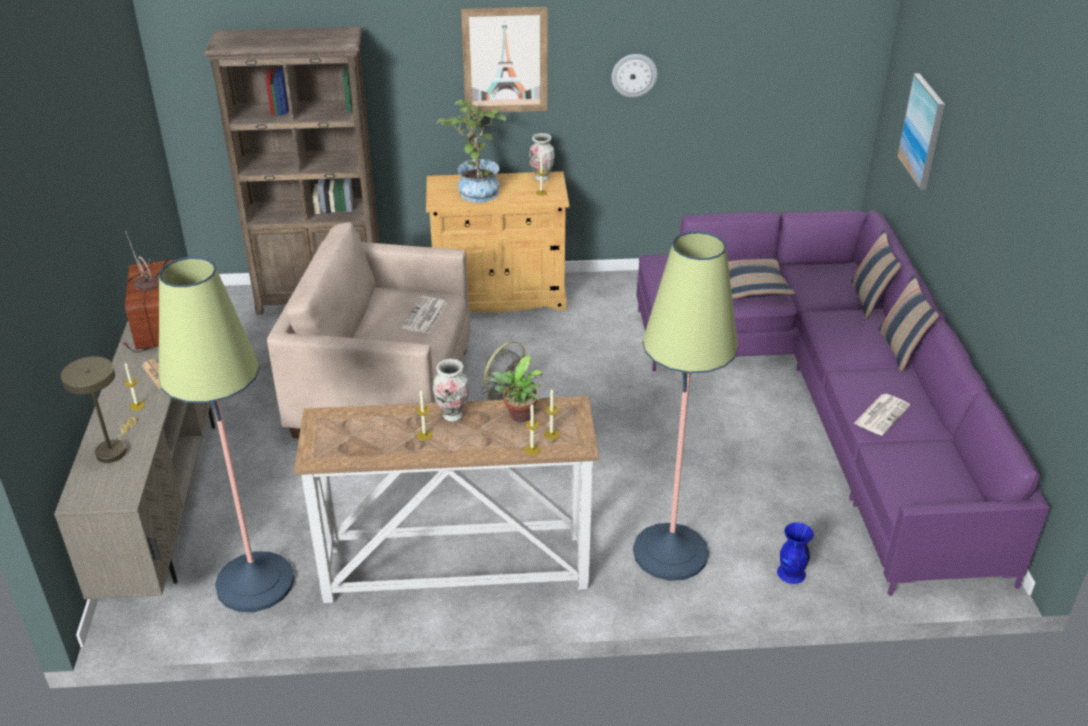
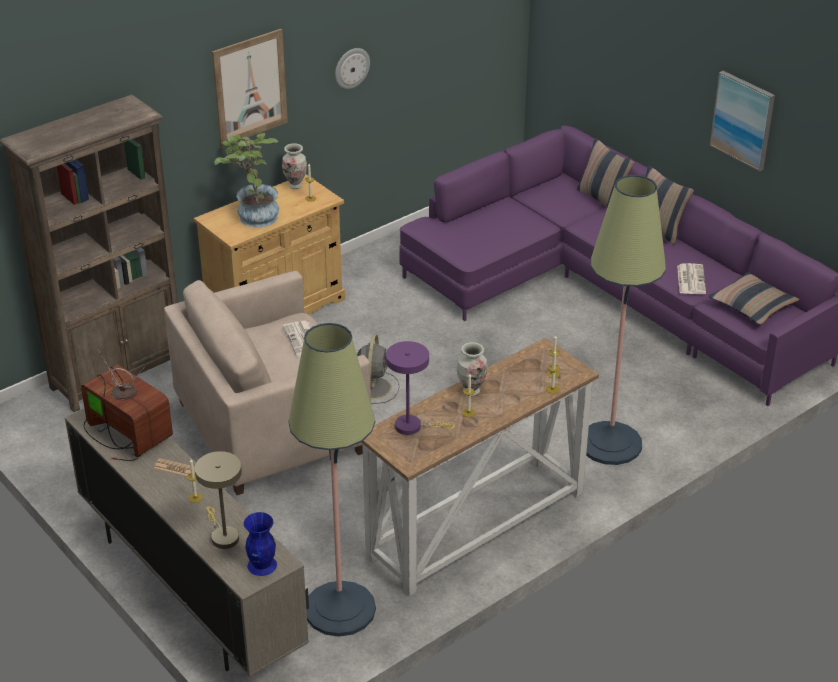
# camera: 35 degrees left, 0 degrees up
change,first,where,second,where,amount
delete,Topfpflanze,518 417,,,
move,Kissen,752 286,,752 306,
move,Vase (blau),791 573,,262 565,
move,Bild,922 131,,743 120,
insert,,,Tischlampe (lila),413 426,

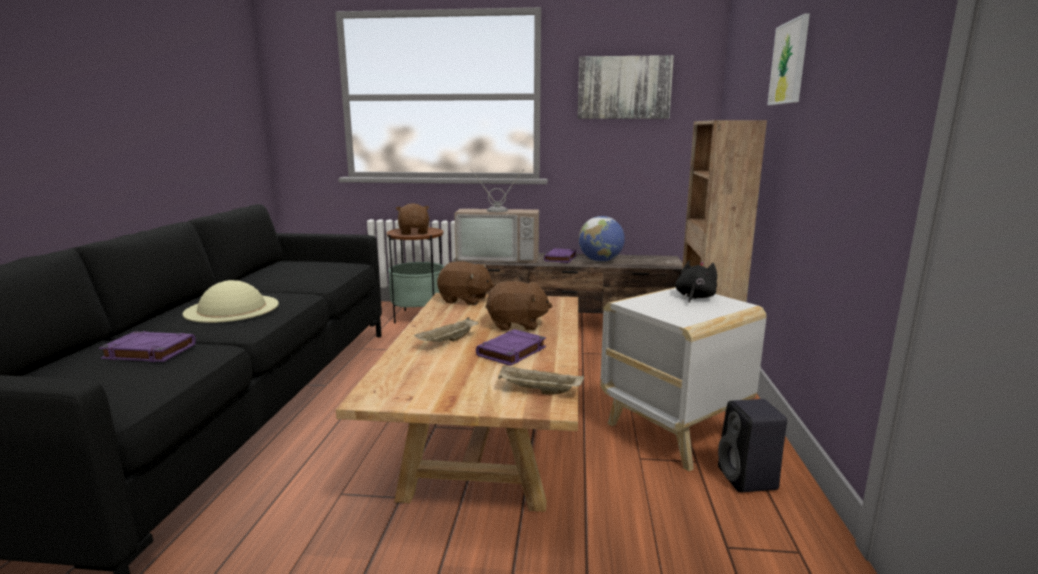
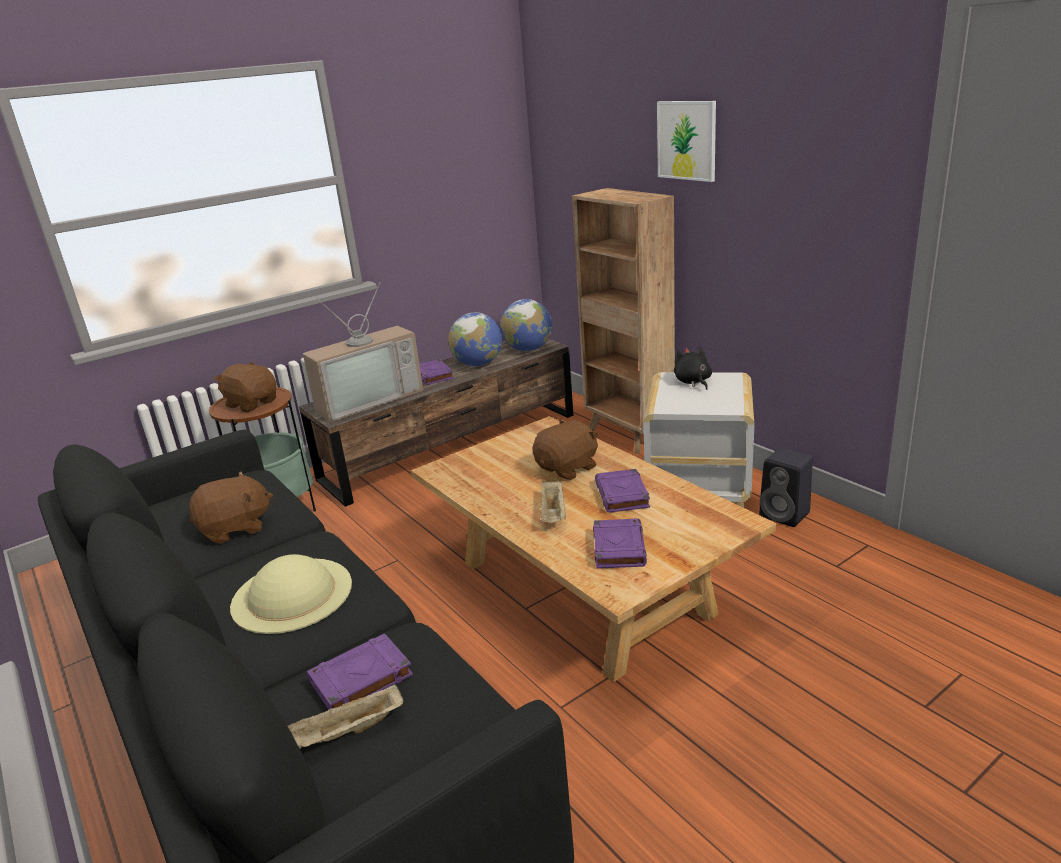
# camera: 40 degrees left, 10 degrees up
change,first,where,second,where,amount
move,Plüschtier (braun),465 300,,235 528,
move,Tablett (beige),538 391,,348 733,
delete,Bild,624 88,,,
insert,,,Globus,528 349,
insert,,,Buch (lila),618 547,

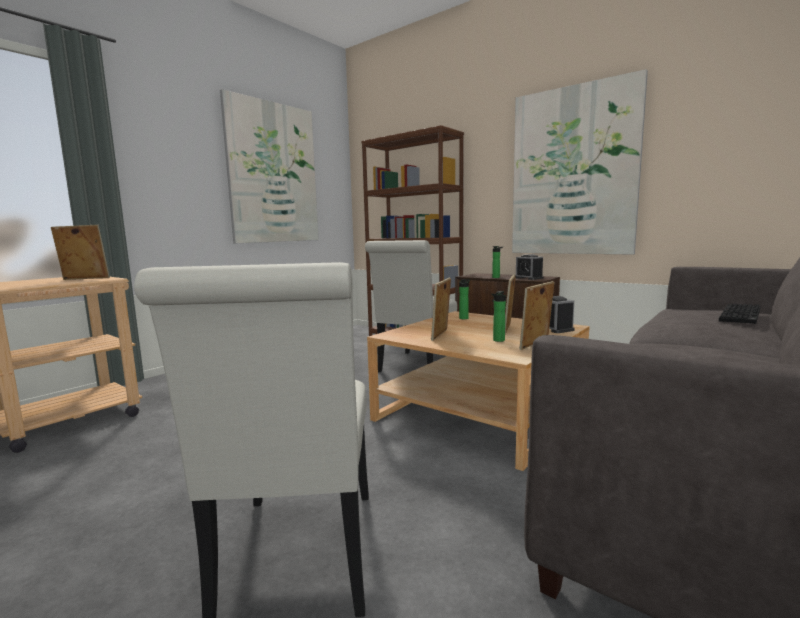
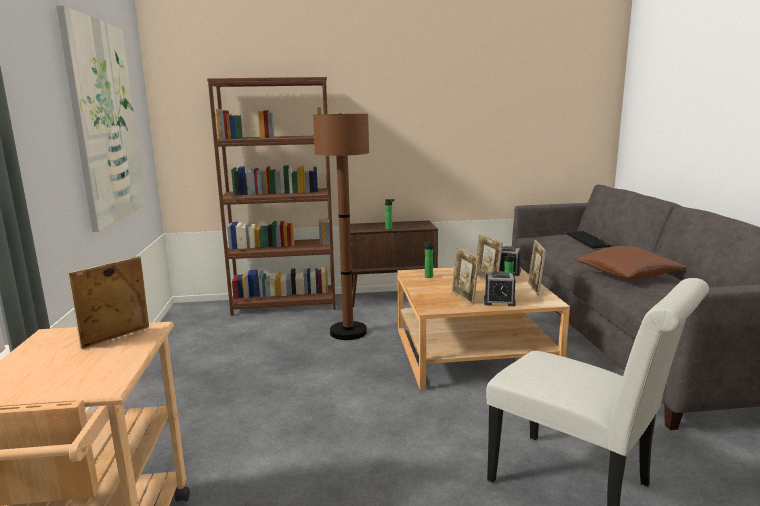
# camera: 45 degrees left, 5 degrees up
change,first,where,second,where,amount
replace,Stuhl (weiß),415 366,Stehlampe (braun),348 332,
delete,Bild,573 172,,,
move,Wecker,528 278,,499 302,
insert,,,Kissen (braun),628 275,

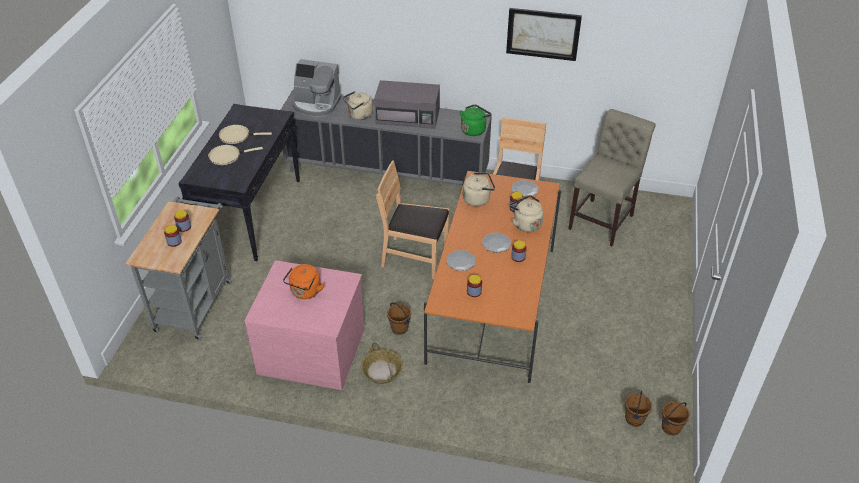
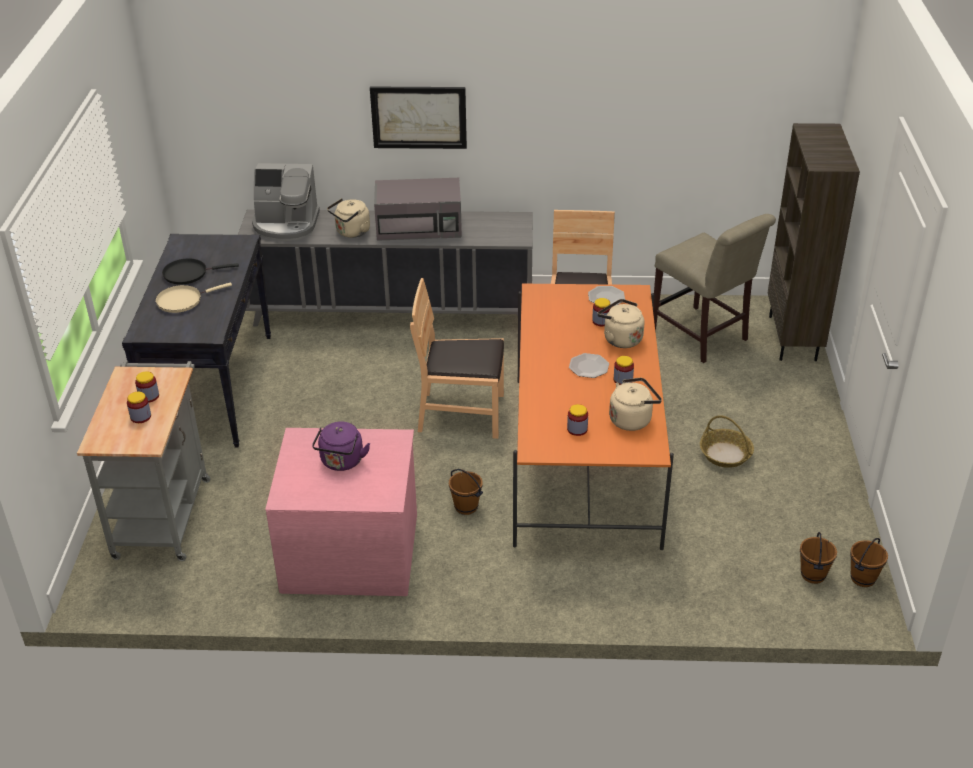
# camera: 10 degrees left, 5 degrees down
change,first,where,second,where,amount
recolor,Pfanne (beige),237 136,Pfanne (schwarz),188 274,
recolor,Wasserkessel (orange),305 292,Wasserkessel (lila),341 462,
move,Korb,382 371,,725 454,
delete,Teller,460 261,,,
delete,Wasserkessel (grün),474 129,,,
move,Wasserkessel (beige),478 199,,632 419,
move,Bild,543 34,,419 117,
rotate,Stuhl (beige),603 220,,702 337,120 degrees clockwise
insert,,,Bücherregal (braun),793 338,

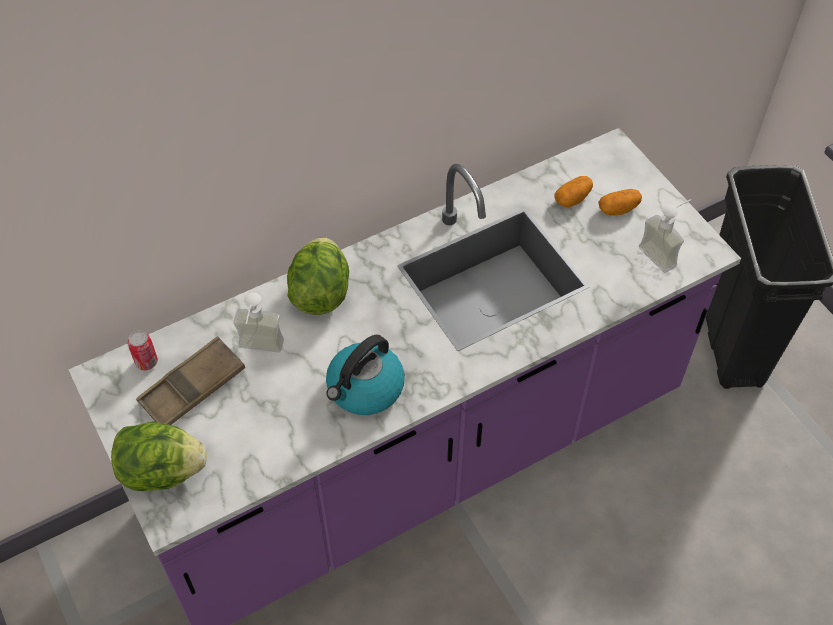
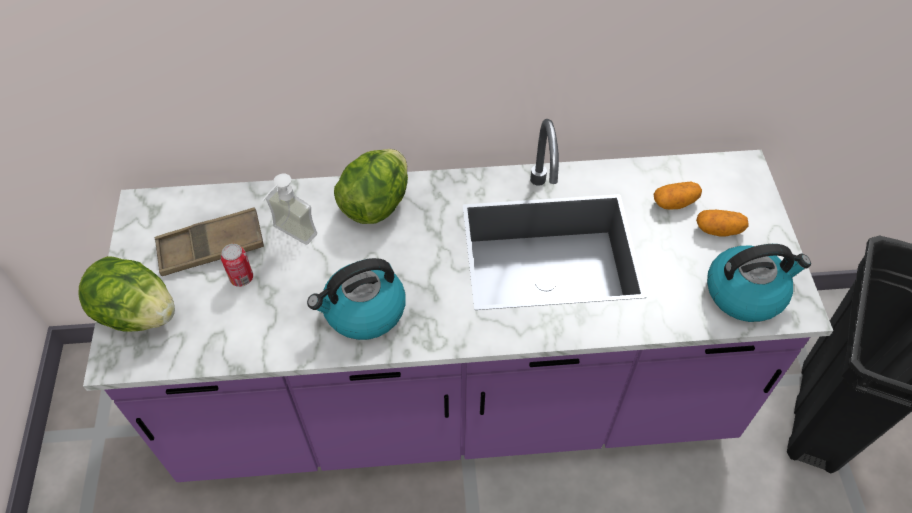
# camera: 25 degrees right, 0 degrees up
change,first,where,second,where,amount
move,Dose,146 362,,241 278,
replace,Seifenspender,663 253,Wasserkessel,746 292,

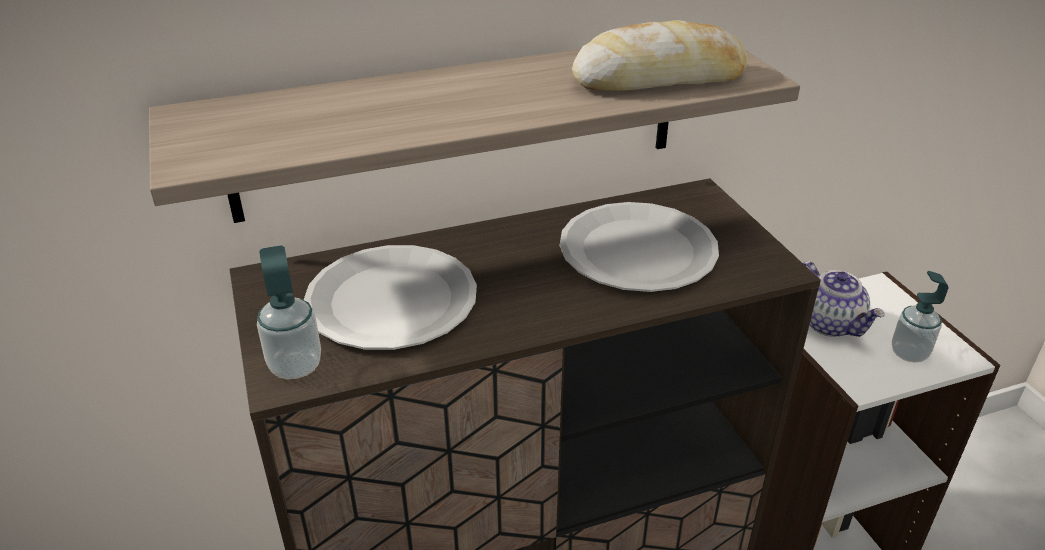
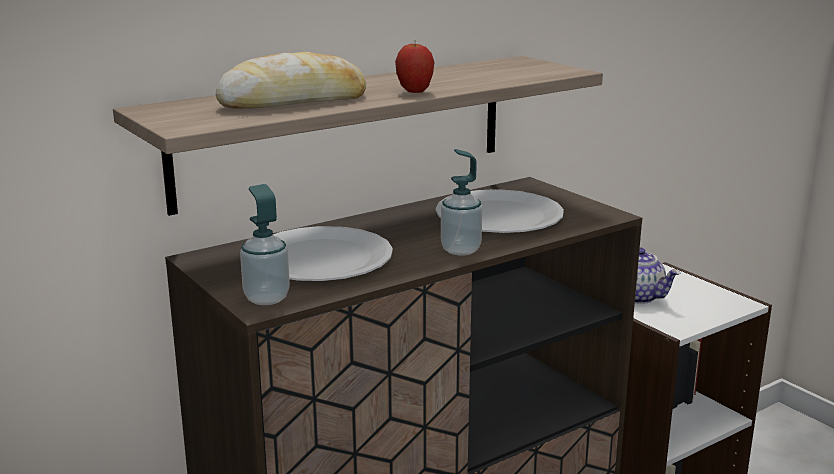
# camera: 15 degrees left, 15 degrees down
change,first,where,second,where,amount
move,Brot,659 78,,294 101,
move,Seifenspender,909 353,,460 250,
insert,,,Apfel,414 92,

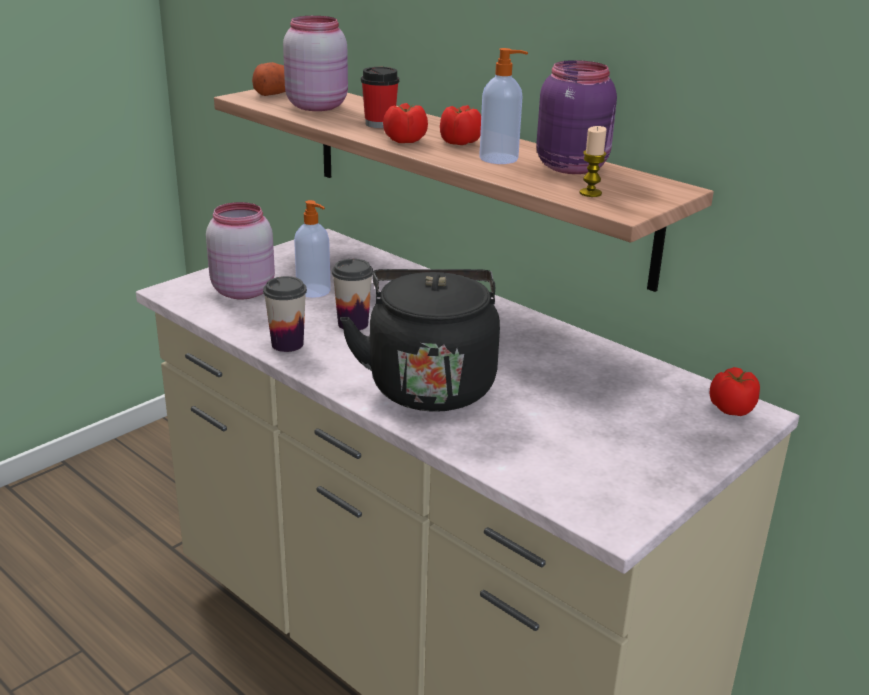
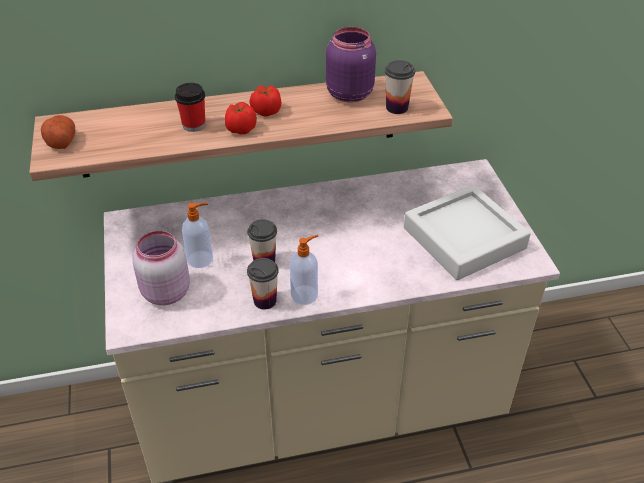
# camera: 55 degrees left, 15 degrees up
change,first,where,second,where,amount
delete,Vorratsglas (rosa),317 105,,,
delete,Wasserkessel (schwarz),430 384,,,
move,Seifenspender,500 159,,305 294,
replace,Kerze,590 193,Tasse,397 108,
delete,Tomate,732 408,,,
insert,,,Tablett (grau),464 238,

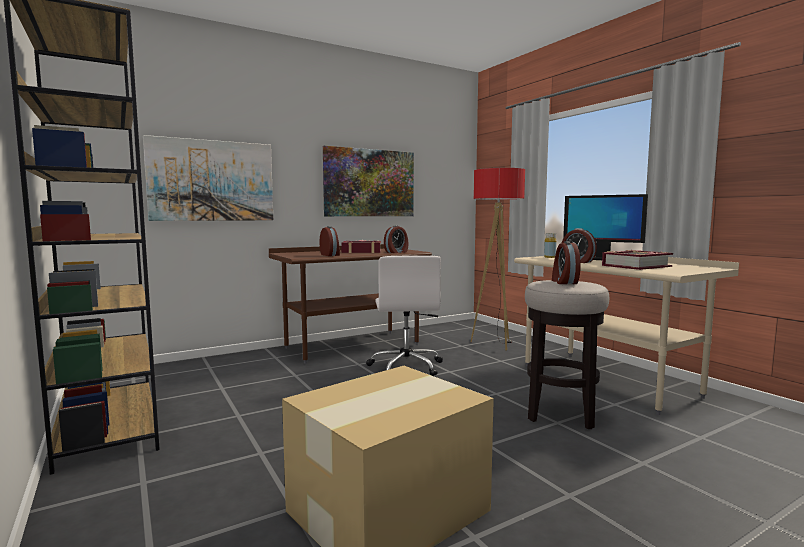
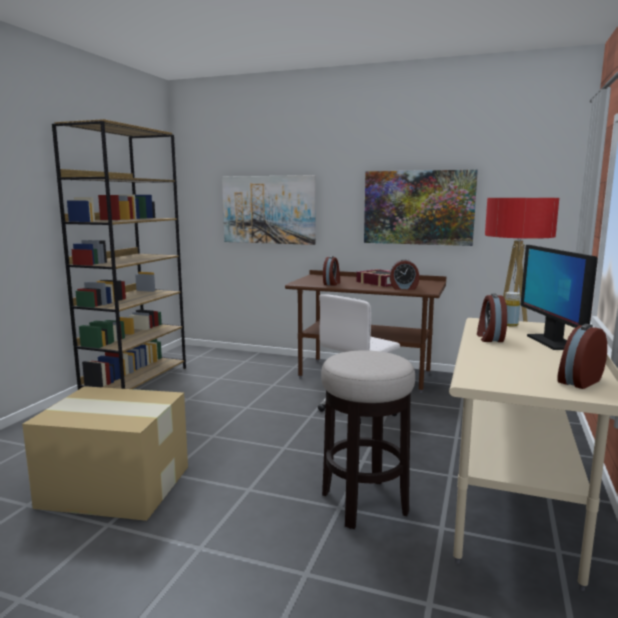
# camera: 50 degrees right, 5 degrees up
change,first,where,second,where,amount
move,Wecker,564 282,,578 381,
delete,Buch,635 266,,,

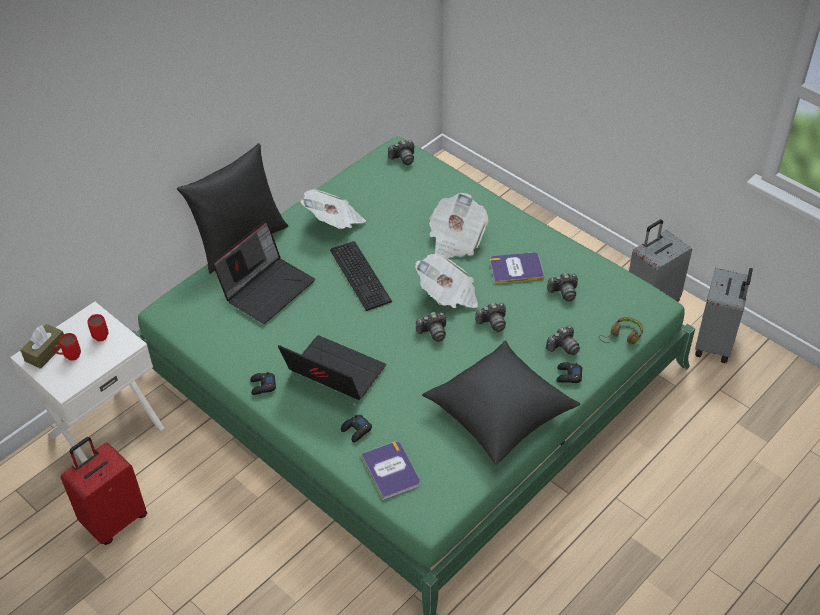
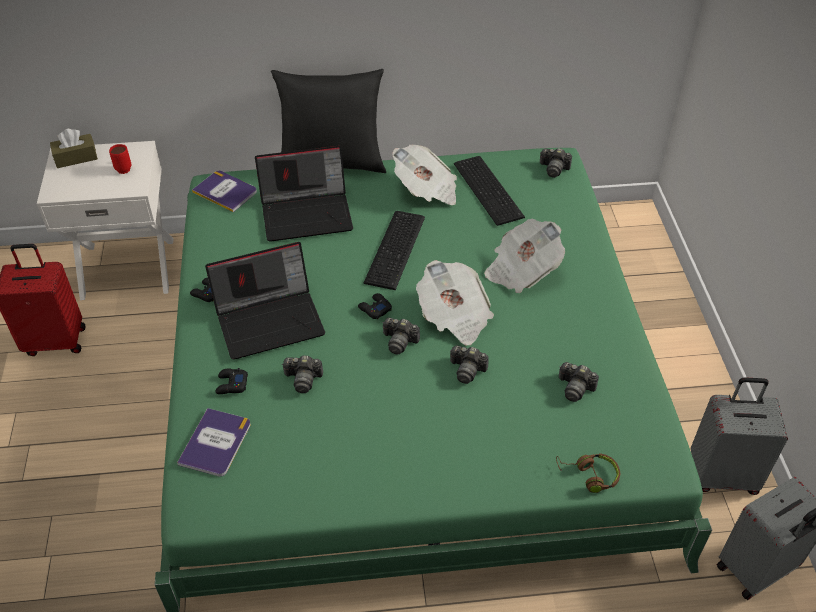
# camera: 40 degrees right, 0 degrees up
change,first,where,second,where,amount
delete,Henkelbecher (rot),69 357,,,
rotate,Laptop,333 373,,271 320,90 degrees clockwise
delete,Kissen (schwarz),499 413,,,
move,Buch,516 268,,225 191,
move,Kamera,563 347,,303 379,
move,Gamepad (schwarz),568 376,,374 309,
insert,,,Tastatur,489 189,

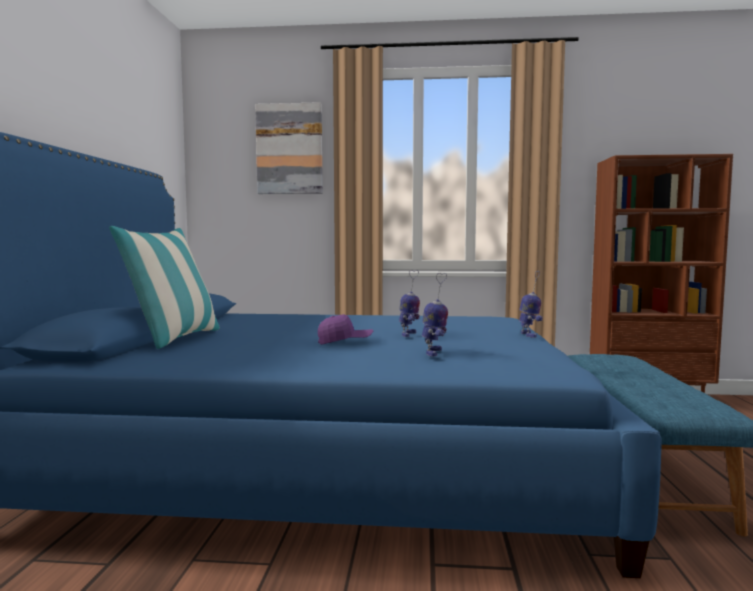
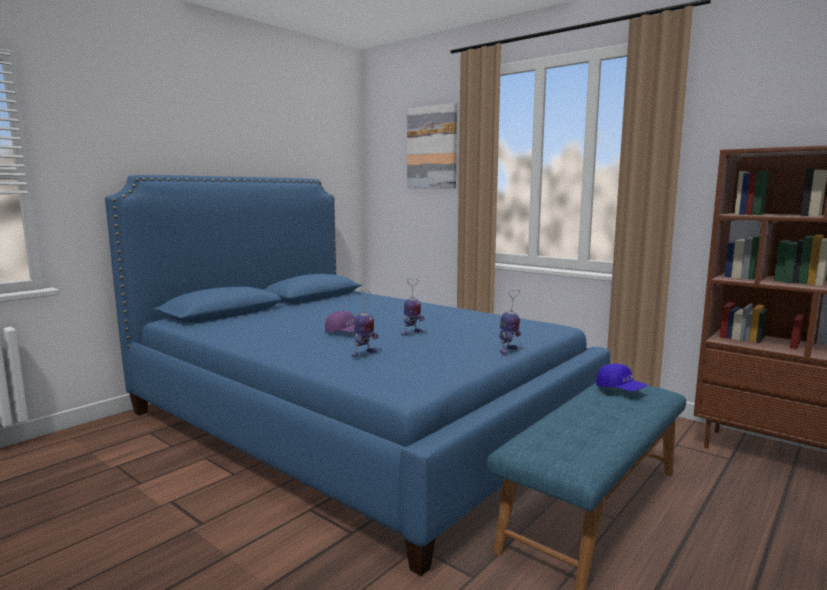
# camera: 35 degrees right, 5 degrees up
change,first,where,second,where,amount
delete,Kissen,175 339,,,
insert,,,Kappe (blau),620 389,

